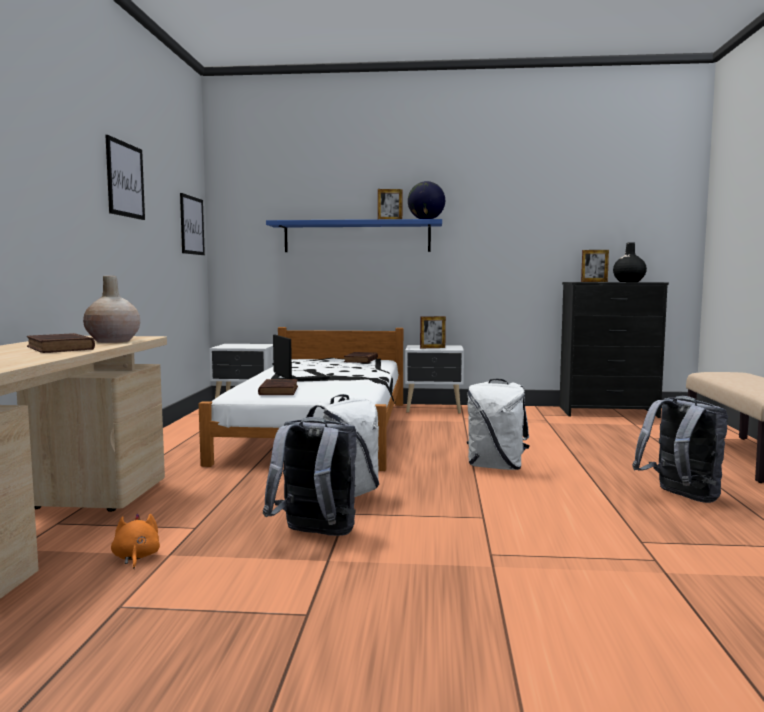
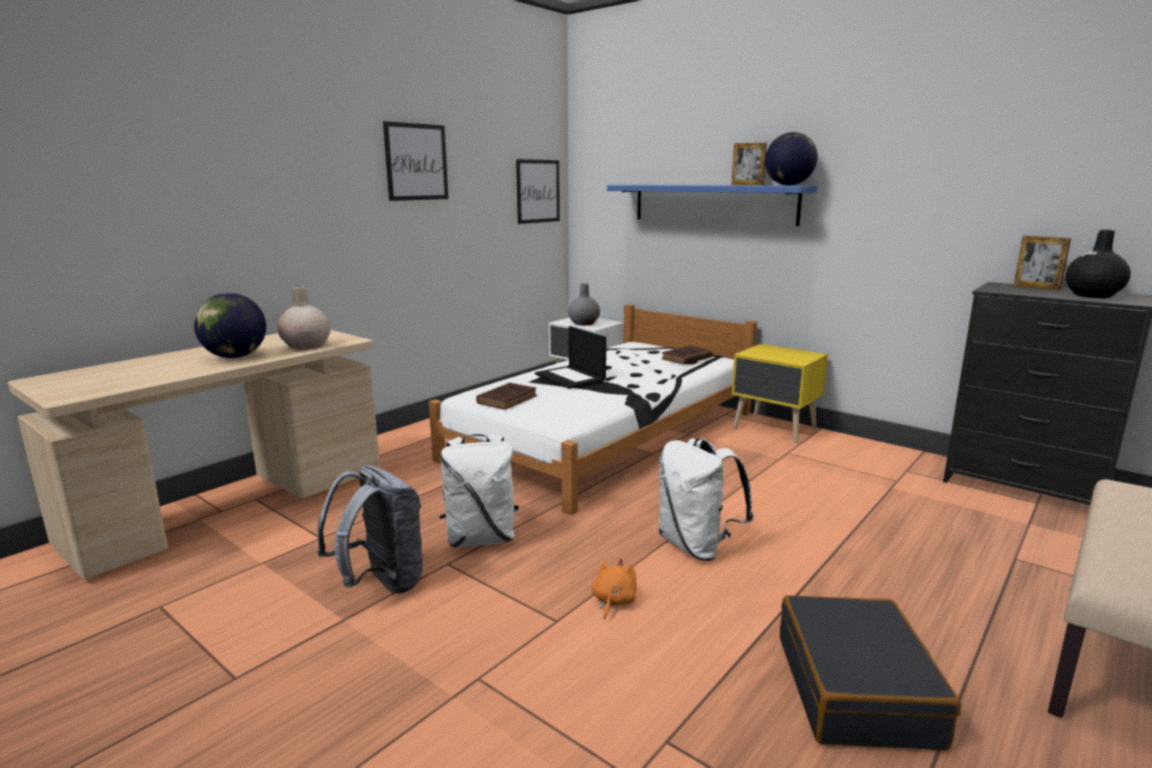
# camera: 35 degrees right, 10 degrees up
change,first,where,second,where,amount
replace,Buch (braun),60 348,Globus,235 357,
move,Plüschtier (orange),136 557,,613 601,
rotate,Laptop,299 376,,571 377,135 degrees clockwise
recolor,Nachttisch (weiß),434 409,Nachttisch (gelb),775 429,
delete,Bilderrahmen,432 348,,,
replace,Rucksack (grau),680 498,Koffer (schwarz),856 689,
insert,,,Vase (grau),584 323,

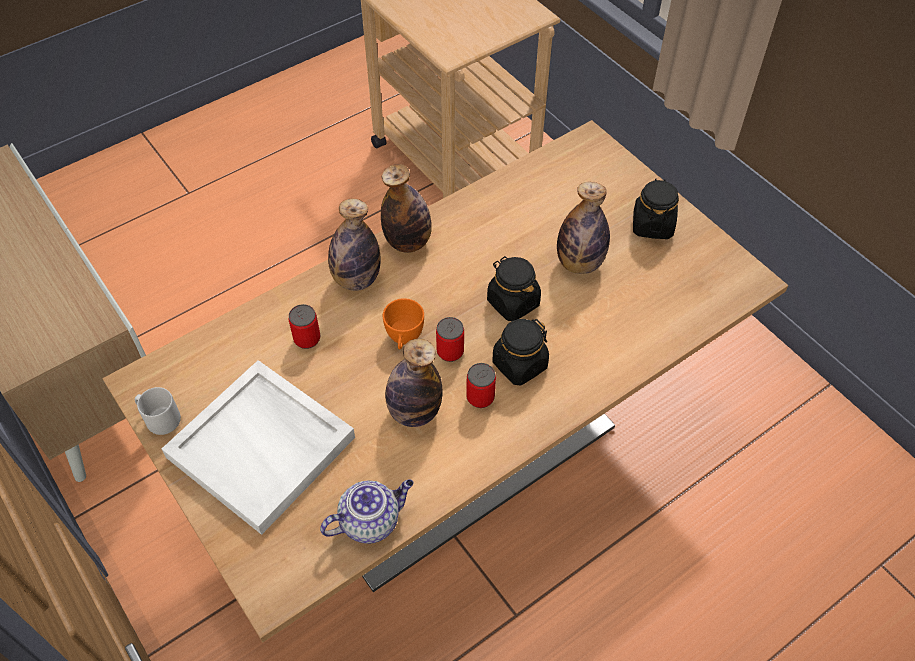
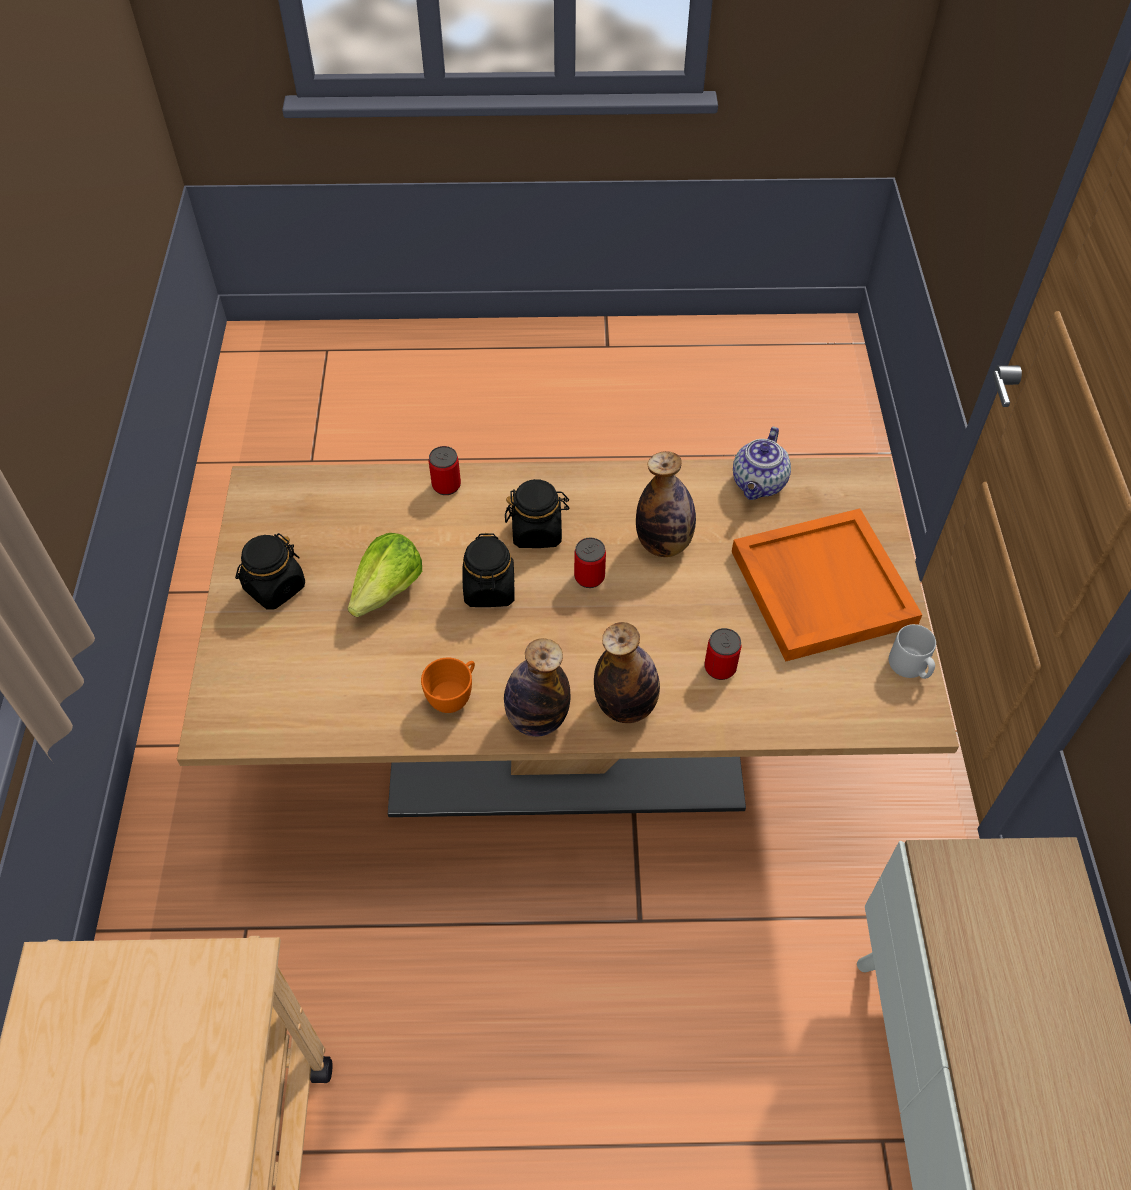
# camera: 145 degrees left, 0 degrees up
change,first,where,second,where,amount
recolor,Tablett (weiß),263 447,Tablett (orange),820 587,
rotate,Teekanne,371 520,,759 484,75 degrees counterclockwise
move,Tasse (orange),404 339,,454 696,
move,Dose,480 397,,446 485,
replace,Flasche,579 263,Salatkopf,388 590,

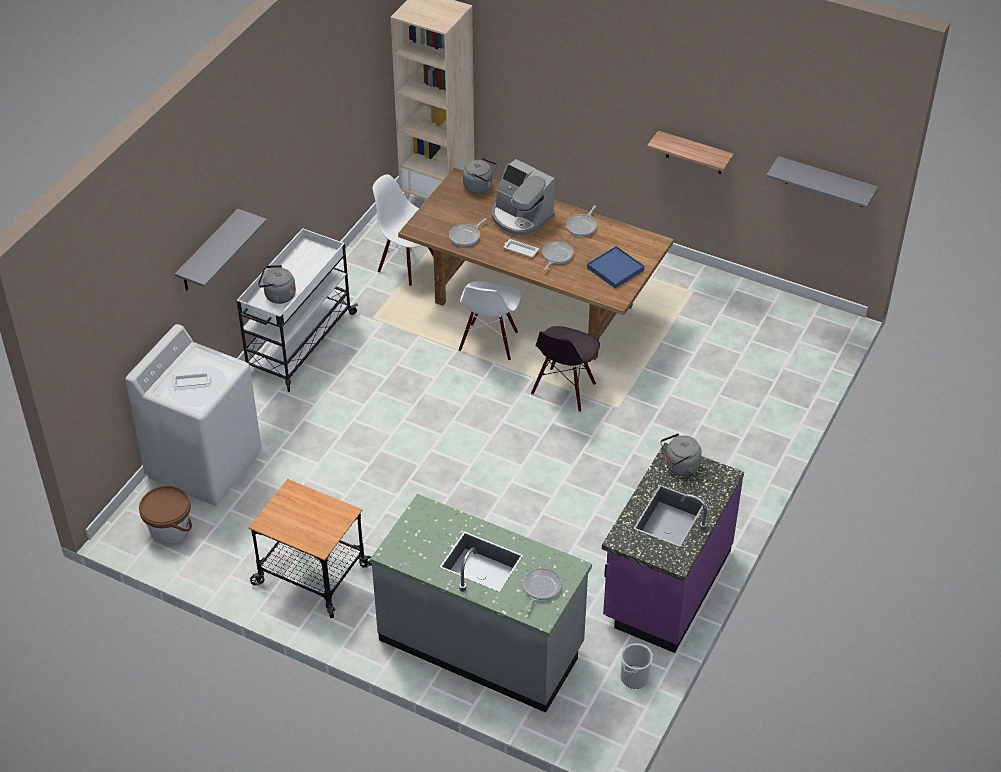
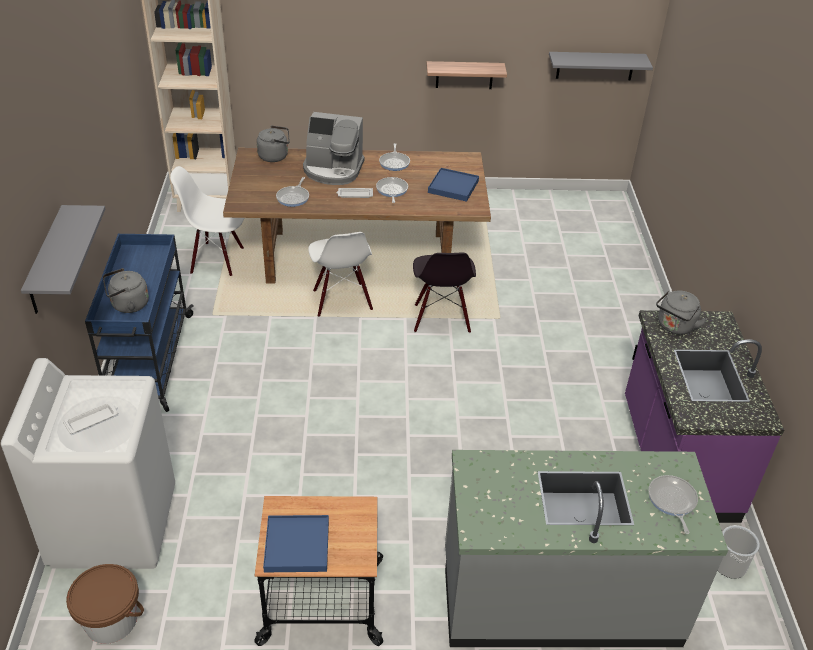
# camera: 30 degrees left, 5 degrees down
change,first,where,second,where,amount
recolor,Rollwagen (weiß),298 344,Rollwagen (blau),149 362,
insert,,,Tablett (blau),297 546,

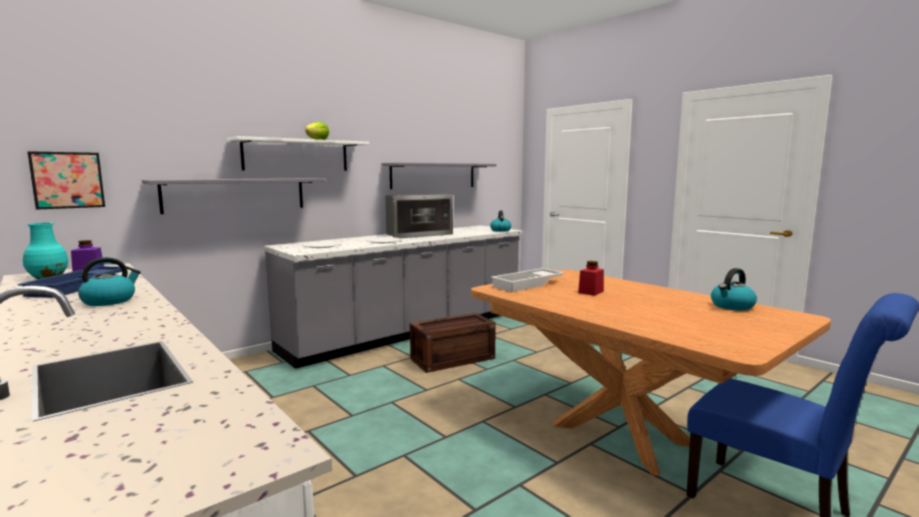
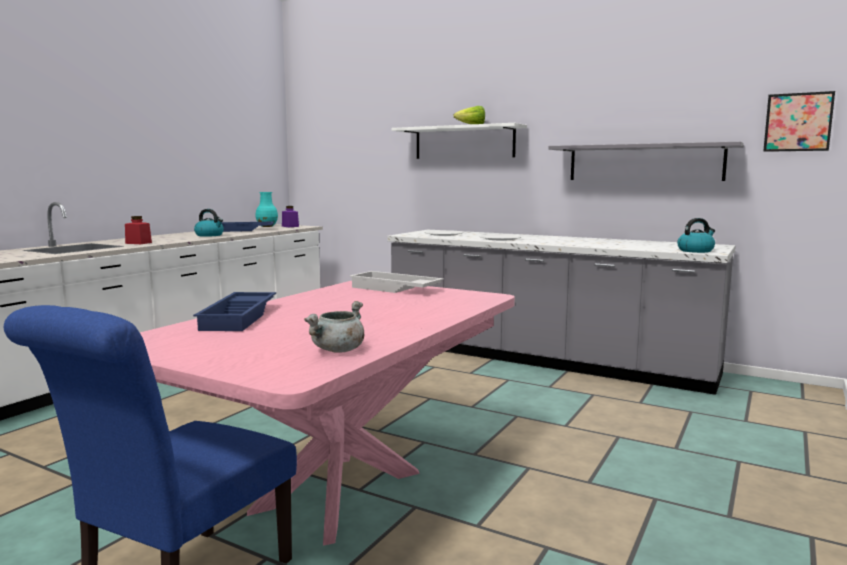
# camera: 70 degrees right, 0 degrees up
change,first,where,second,where,amount
move,Bild,67 180,,798 122,
delete,Wandregal (grau),236 194,,,
delete,Mikrowelle,416 234,,,
delete,Kiste,453 358,,,
recolor,Esstisch (braun),621 434,Esstisch (rosa),340 491,
move,Vorratsglas (rot),591 292,,138 243,
replace,Wasserkessel,732 306,Kochtopf (grau),338 350,
insert,,,Tablett (blau),240 318,

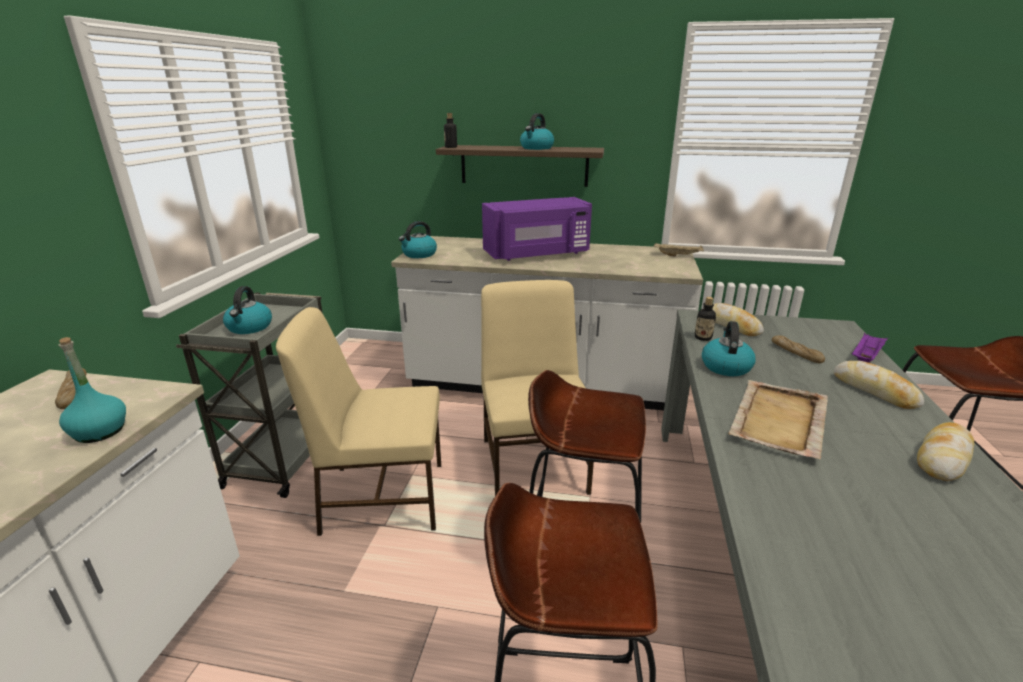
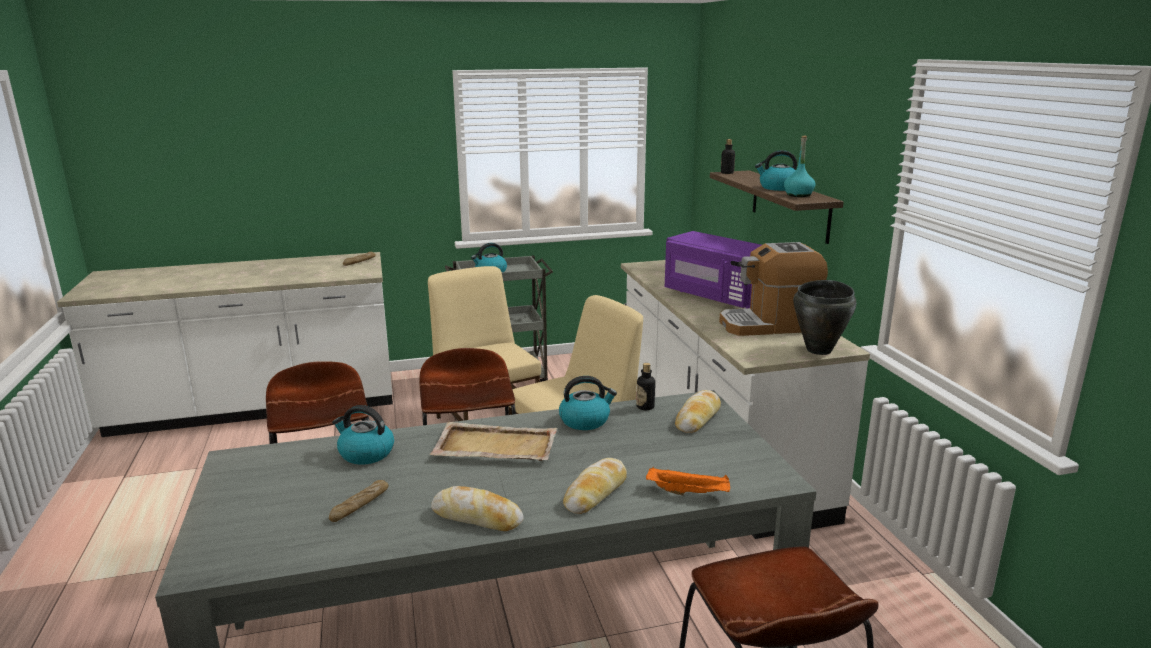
# camera: 65 degrees right, 5 degrees down
change,first,where,second,where,amount
move,Flasche (türkis),100 431,,798 195,
move,Wasserkessel,419 254,,365 453,
replace,Tablett (beige),678 256,Kochtopf (schwarz),819 350,
move,Brot,796 353,,360 506,
recolor,Tablett (lila),866 357,Tablett (orange),689 492,
insert,,,Kaffeemaschine,769 325,

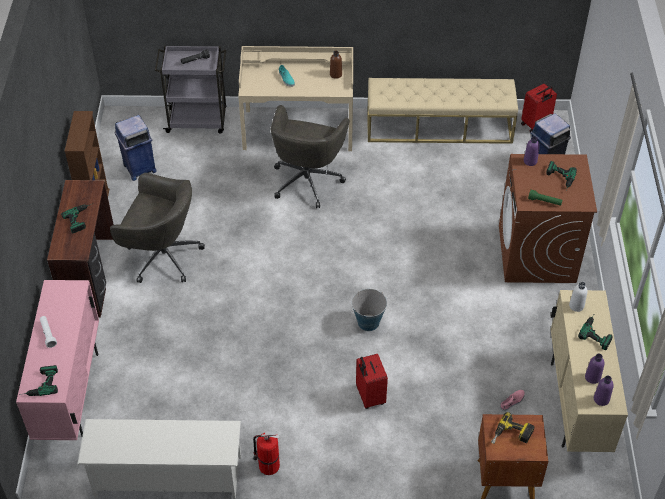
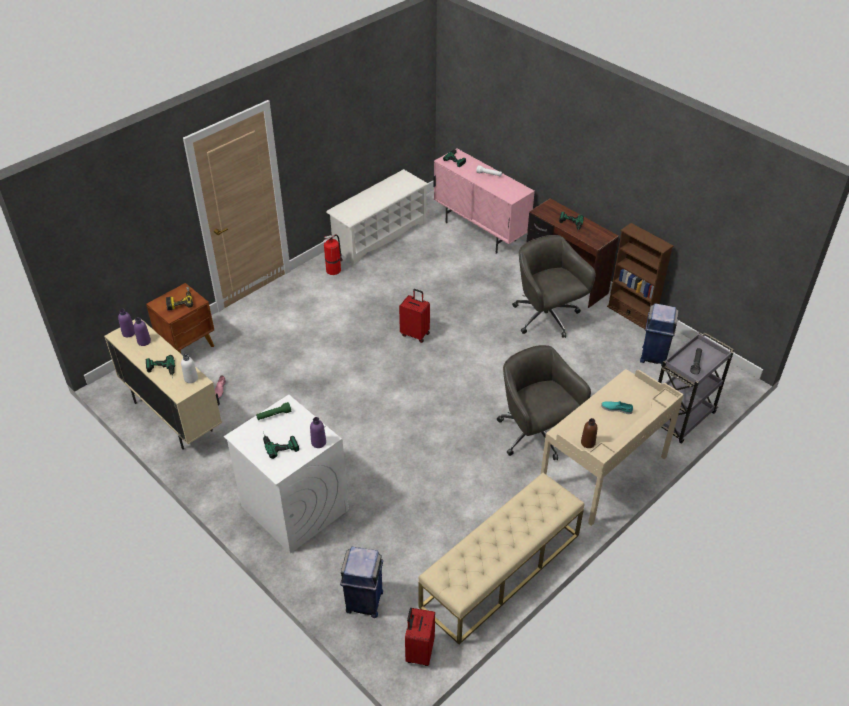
# camera: 135 degrees right, 5 degrees down
change,first,where,second,where,amount
rotate,Bürostuhl (grau),161 256,,546 318,90 degrees clockwise
delete,Eimer,368 322,,,
move,Koffer (rot),369 396,,415 334,
recolor,Waschmaschine (braun),537 254,Waschmaschine (weiß),294 507,

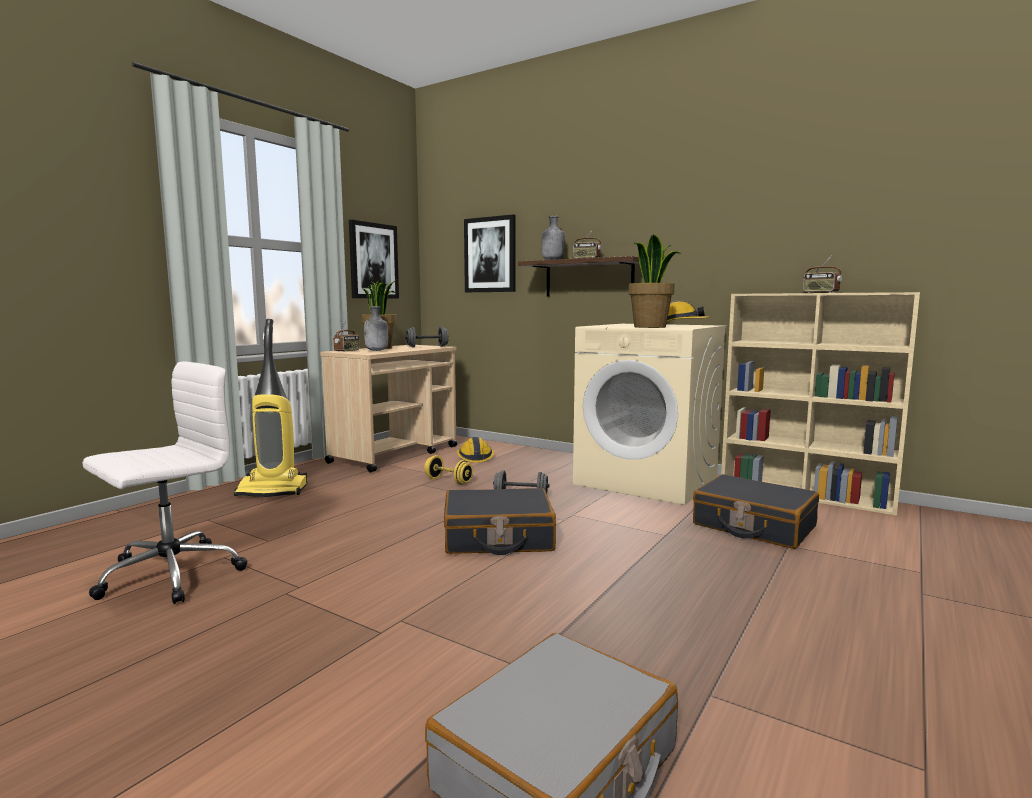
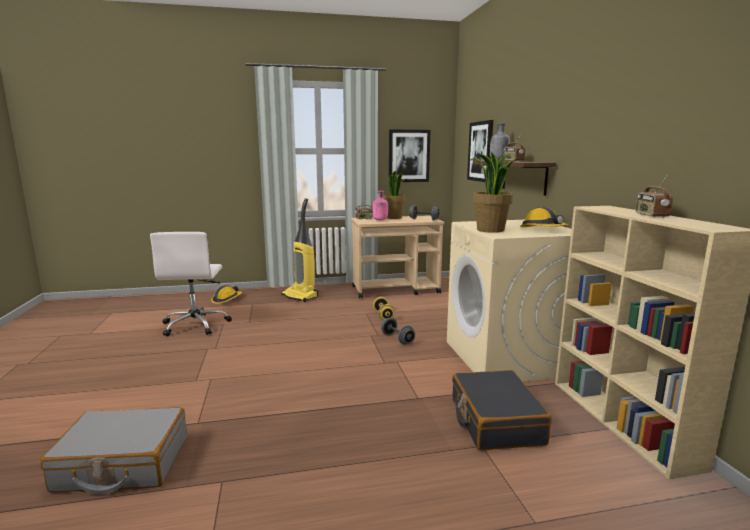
# camera: 45 degrees right, 5 degrees up
change,first,where,second,where,amount
rotate,Bürostuhl (weiß),168 575,,195 325,90 degrees clockwise
recolor,Flasche (grau),377 350,Flasche (rosa),380 220,
delete,Koffer (schwarz),498 538,,,
move,Schutzhelm,475 457,,226 299,

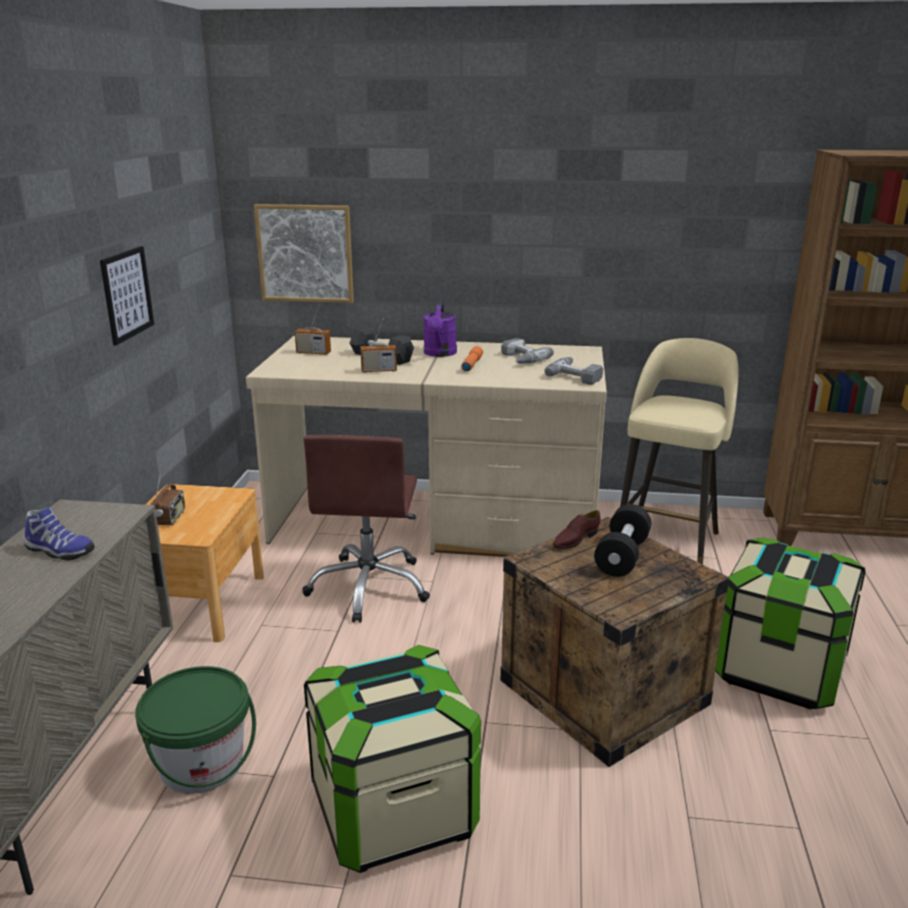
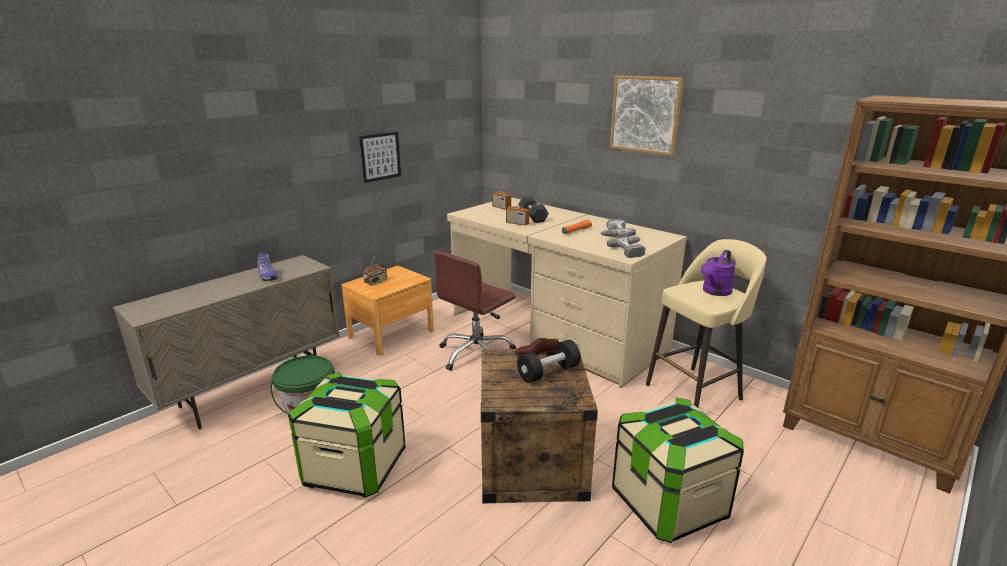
# camera: 35 degrees right, 0 degrees up
change,first,where,second,where,amount
move,Bild,305 253,,645 114,
move,Gießkanne (lila),439 354,,715 292,

